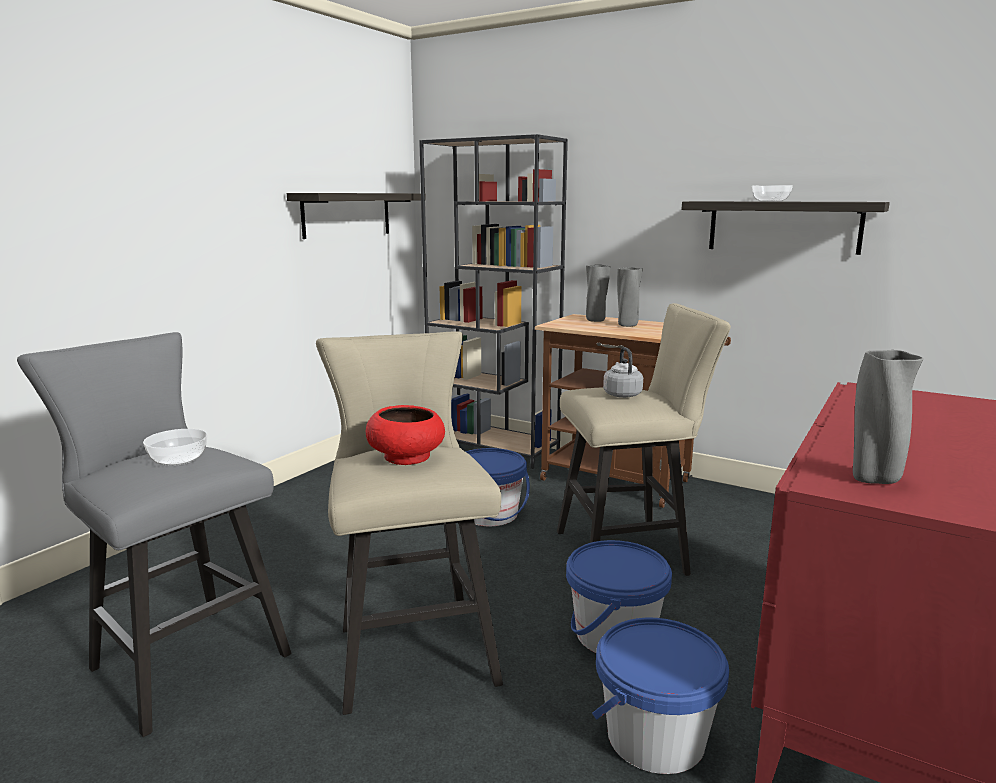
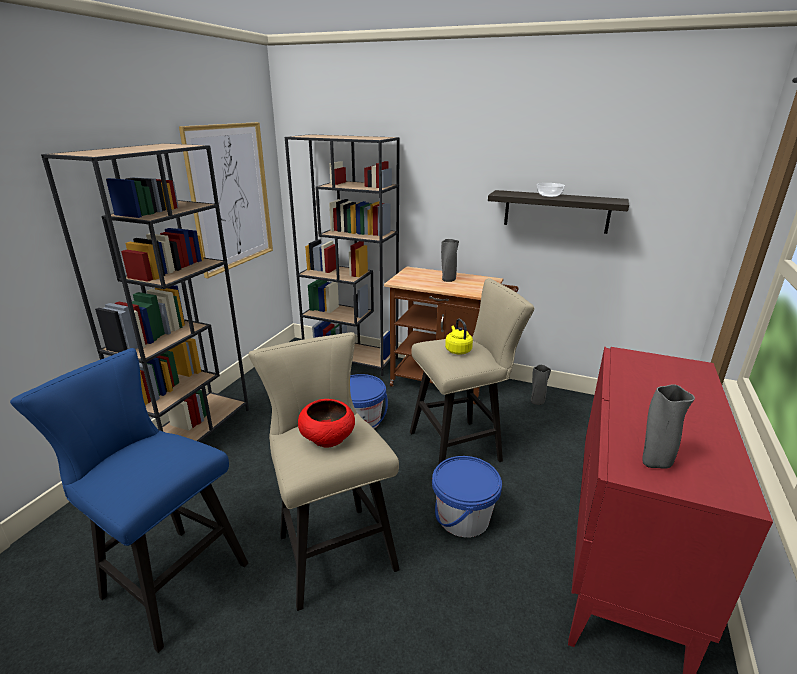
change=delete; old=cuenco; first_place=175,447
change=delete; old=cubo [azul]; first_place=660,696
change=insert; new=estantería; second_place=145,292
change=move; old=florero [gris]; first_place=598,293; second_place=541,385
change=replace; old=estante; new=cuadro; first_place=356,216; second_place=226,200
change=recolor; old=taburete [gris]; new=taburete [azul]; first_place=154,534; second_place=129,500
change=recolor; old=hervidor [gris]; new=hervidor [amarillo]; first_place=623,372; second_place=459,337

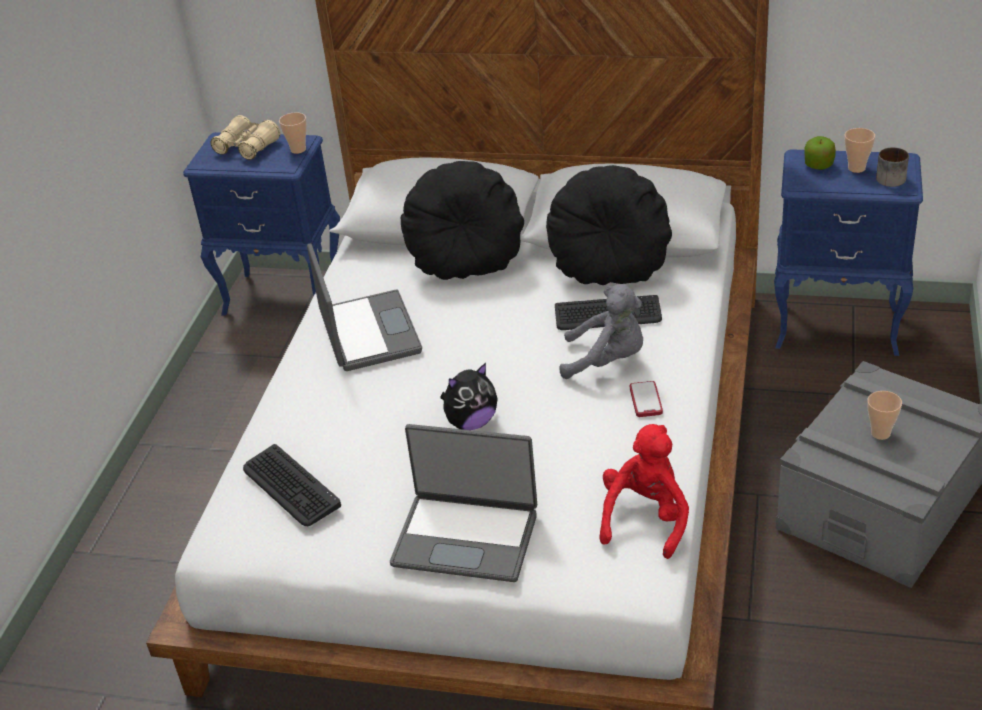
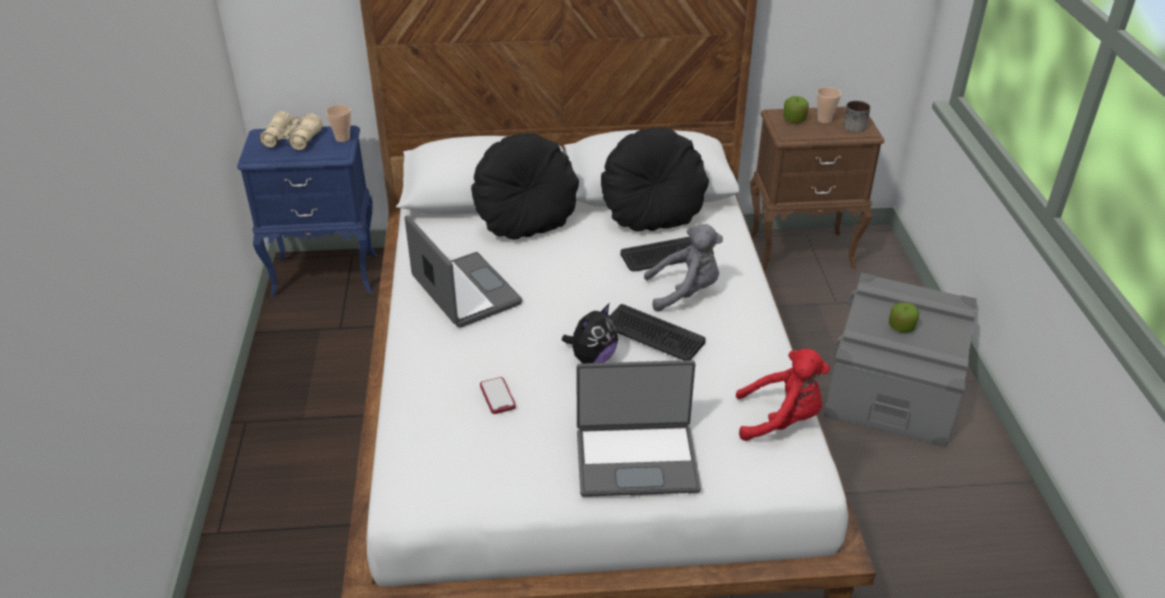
change=move; old=teclado; first_place=292,485; second_place=658,332
change=move; old=móvil; first_place=646,399; second_place=498,395
change=replace; old=taza; new=manzana; first_place=884,415; second_place=904,317
change=recolor; old=mesita de noche [azul]; new=mesita de noche [marrón]; first_place=848,252; second_place=817,189
change=rotate; old=peluche [rojo]; first_place=644,491; second_place=783,395; degrees=90

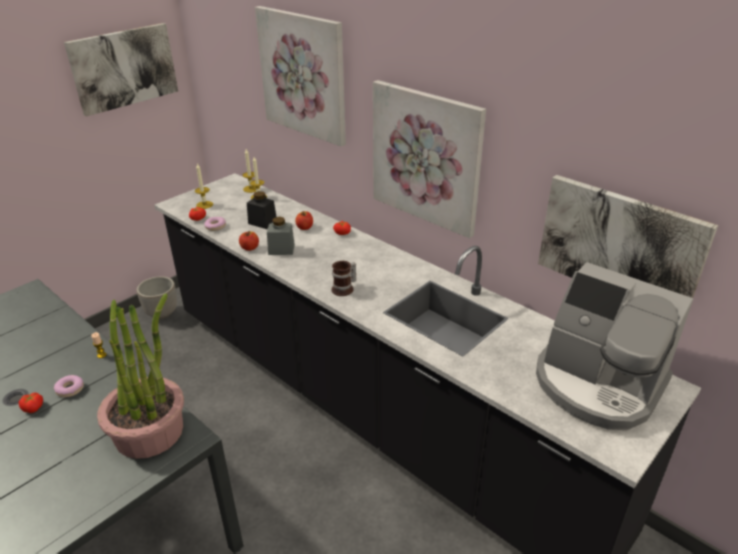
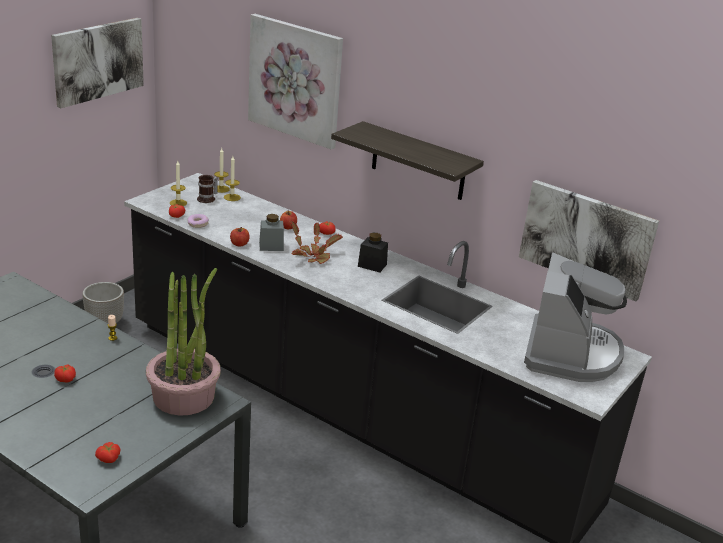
change=delete; old=rosquilla; first_place=69,386
change=insert; new=tomate; second_place=108,452
change=insert; new=planta en maceta; second_place=316,242
change=move; old=tarro [negro]; first_place=261,210; second_place=373,252
change=move; old=taza grande; first_place=344,278; second_place=207,189
change=replace; old=cuadro; new=estante; first_place=429,159; second_place=407,160
change=rotate; old=cafetera; first_place=614,346; second_place=575,317; degrees=-105

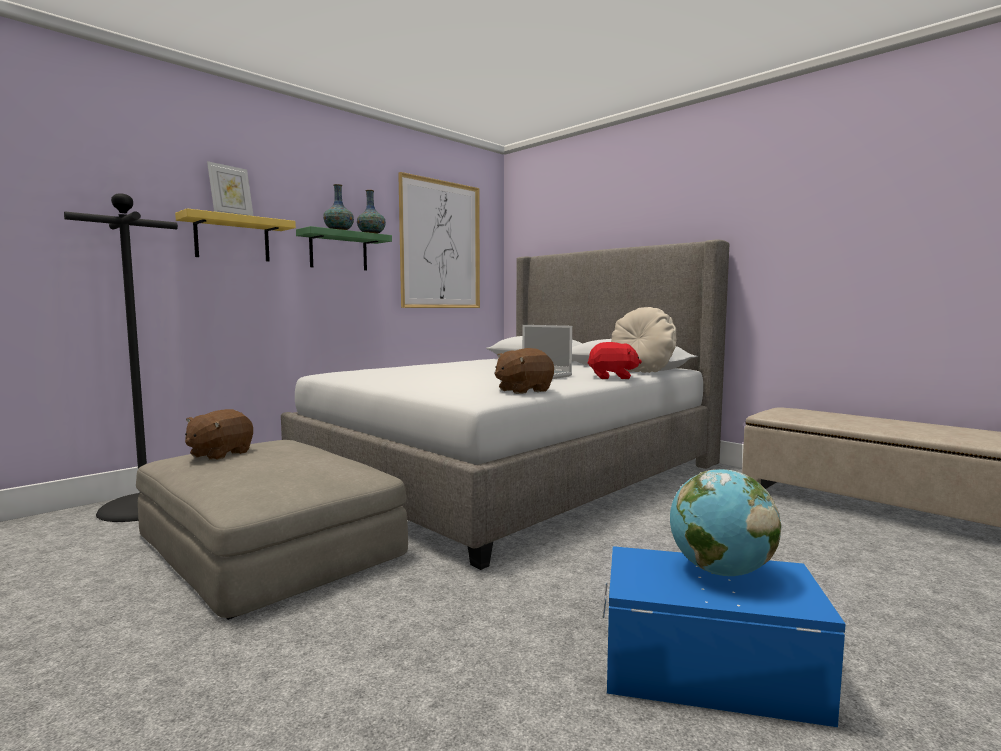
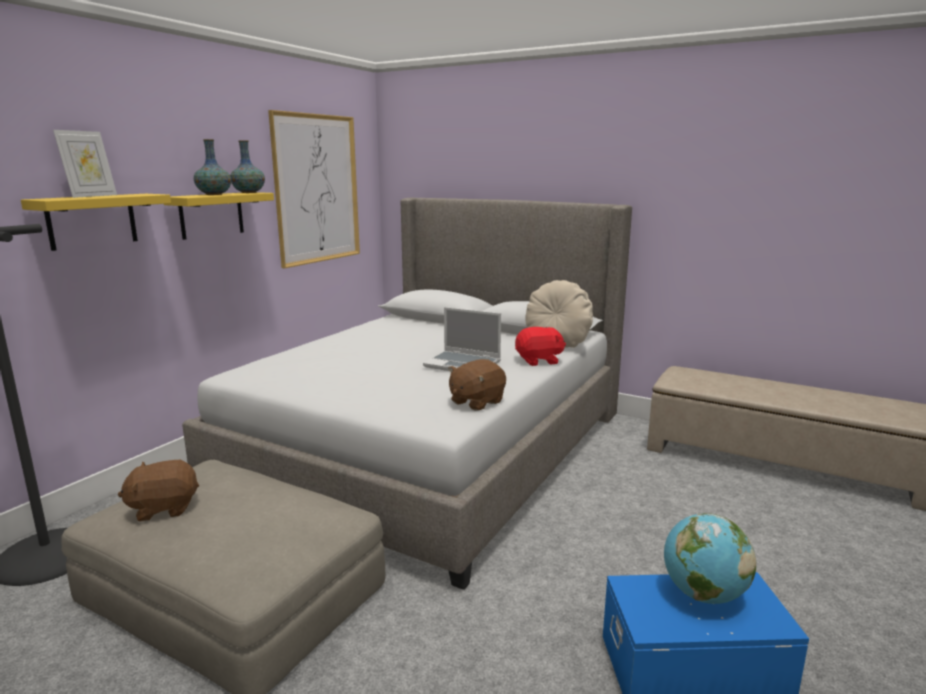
change=recolor; old=estante [verde]; new=estante [amarillo]; first_place=344,248; second_place=219,216
change=rotate; old=peluche [marrón]; first_place=219,435; second_place=158,491; degrees=60

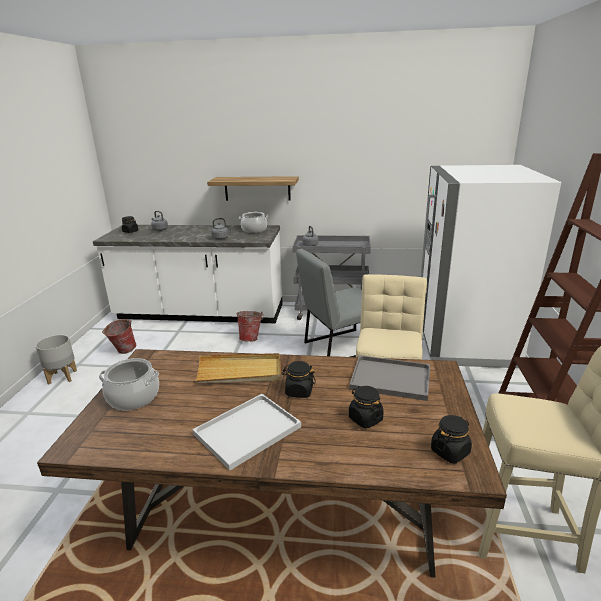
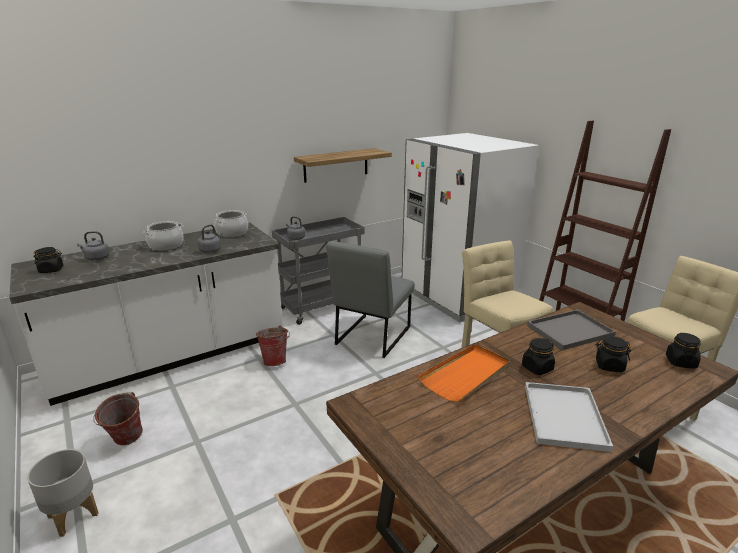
change=move; old=olla; first_place=129,384; second_place=163,236
change=move; old=estante; first_place=253,188; second_place=343,165
change=recolor; old=bandeja [beis]; new=bandeja [naranja]; first_place=237,368; second_place=464,373

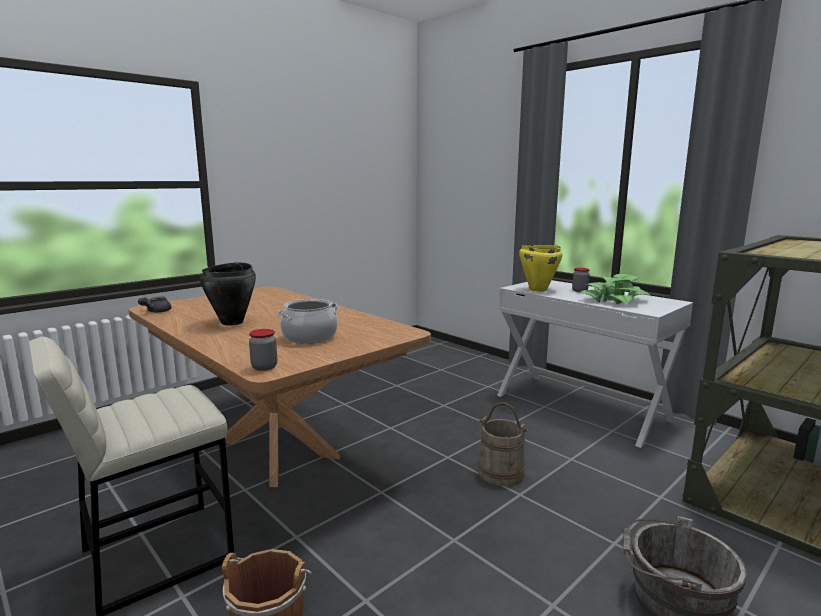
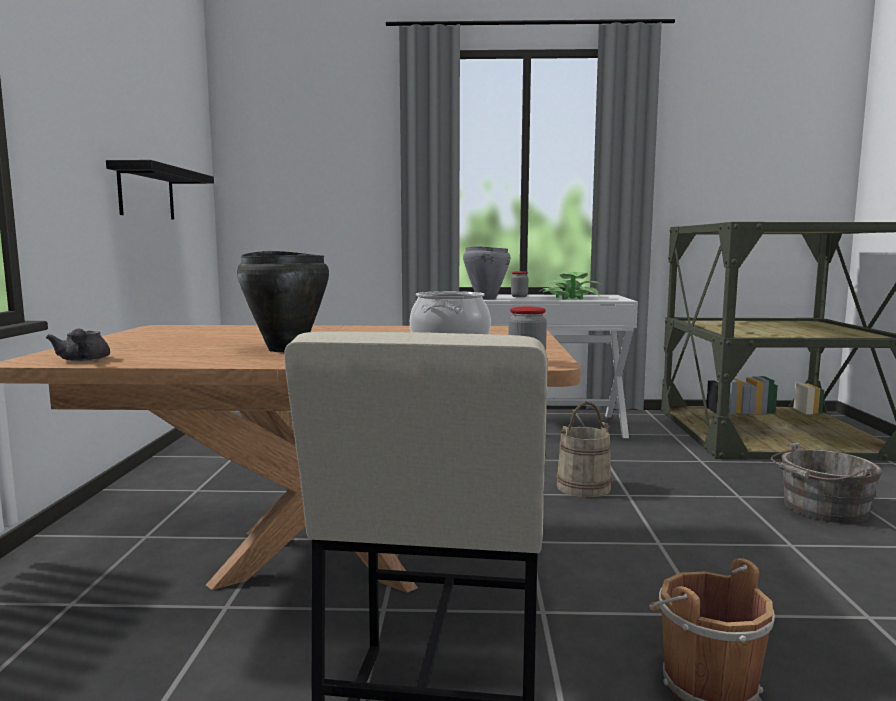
change=insert; new=estante [negro]; second_place=160,190
change=recolor; old=olla [amarillo]; new=olla [gris]; first_place=540,268; second_place=486,273

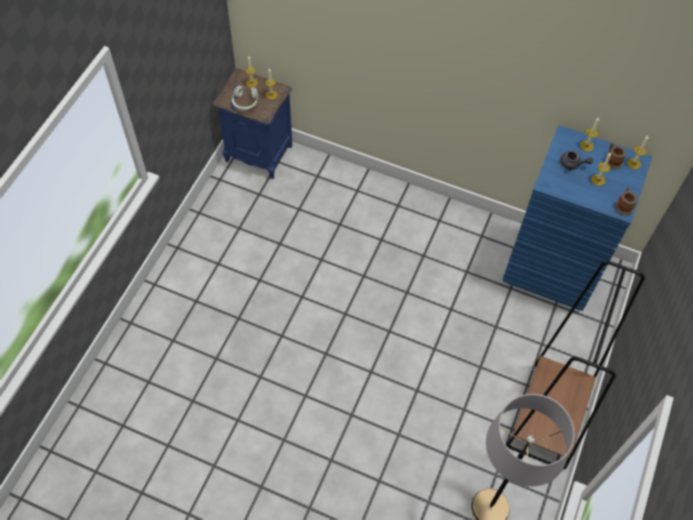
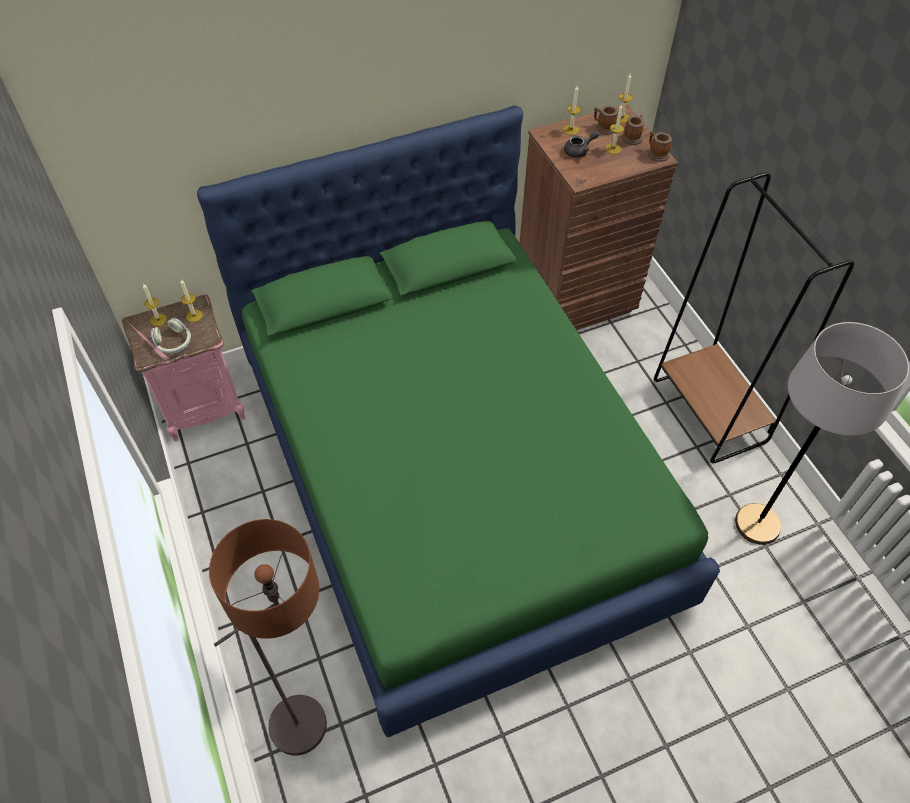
change=insert; new=cama [verde]; second_place=458,421
change=insert; new=lámpara de pie [marrón]; second_place=268,637
change=insert; new=taza grande; second_place=633,130
change=recolor; old=mesita de noche [azul]; new=mesita de noche [rosa]; first_place=253,123; second_place=184,368
change=recolor; old=cómoda [azul]; new=cómoda [marrón]; first_place=577,218; second_place=599,217

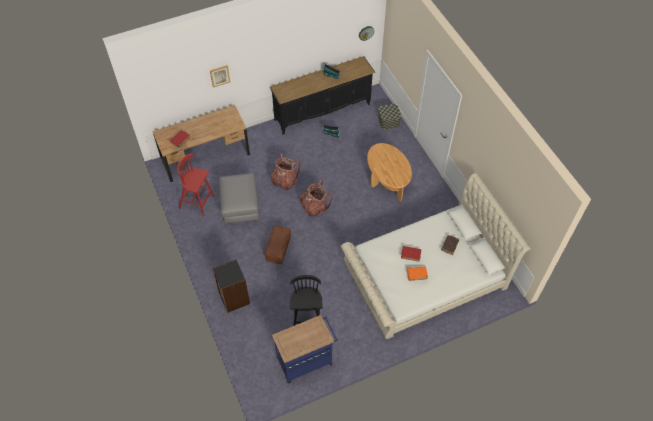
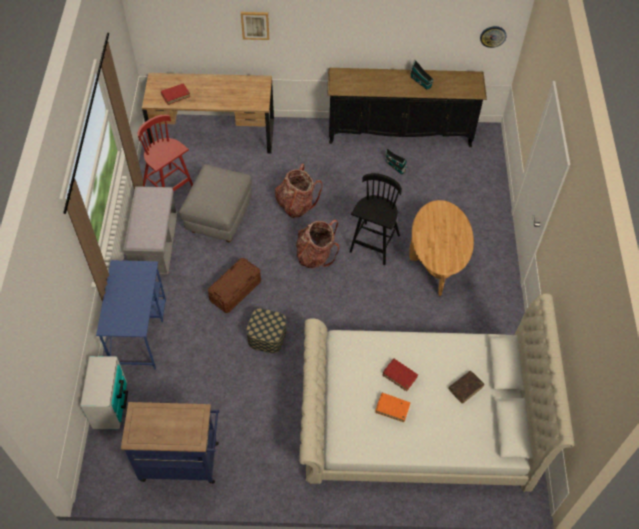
change=insert; new=mesita de noche [blanco]; second_place=104,392
change=insert; new=banco [gris]; second_place=150,230
change=move; old=taburete [negro]; first_place=306,300; second_place=376,219
change=move; old=caja de almacenaje; first_place=389,116; second_place=266,330
change=replace; old=estantería [negro]; new=escritorio [azul]; first_place=231,286; second_place=131,315

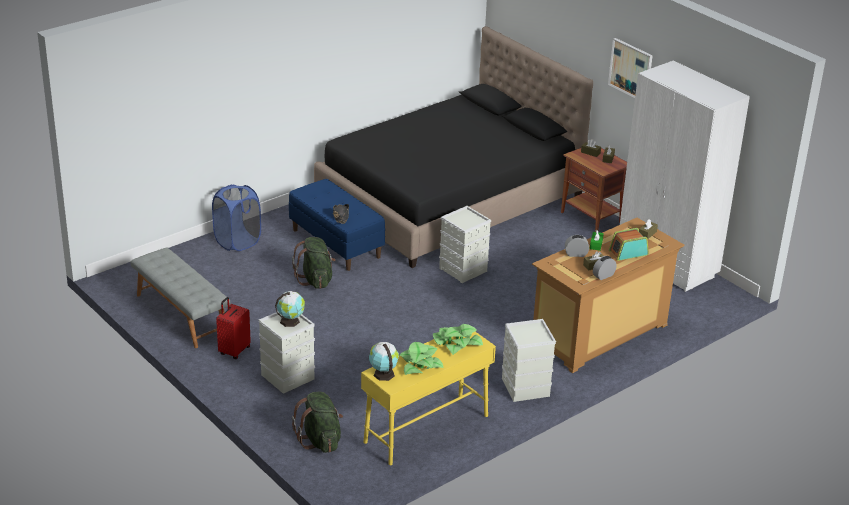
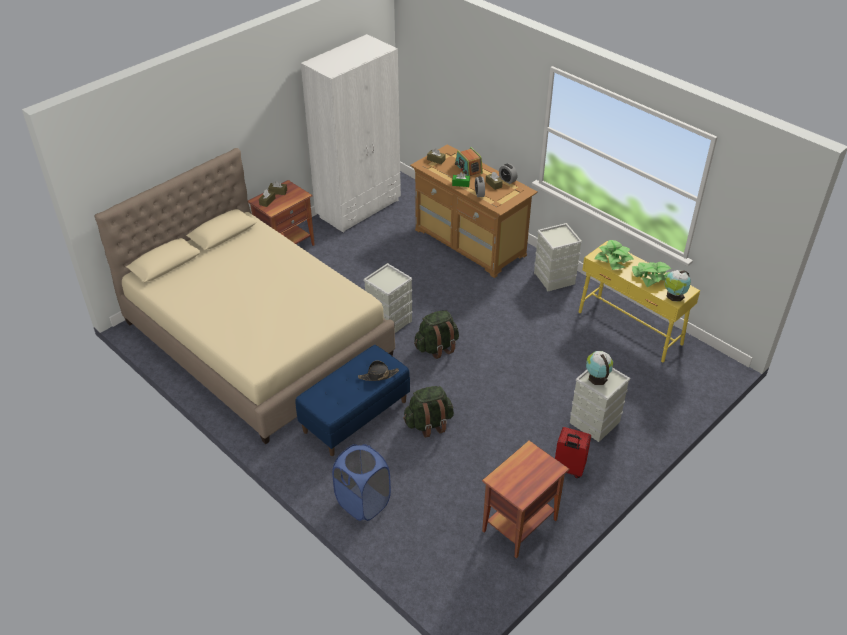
change=delete; old=cuadro; first_place=630,68
change=move; old=mochila [verde]; first_place=317,422; second_place=436,335
change=replace; old=banco [gris]; new=mesita de noche; first_place=180,298; second_place=526,500
change=recolor; old=cama [negro]; new=cama [beis]; first_place=453,147; second_place=245,296

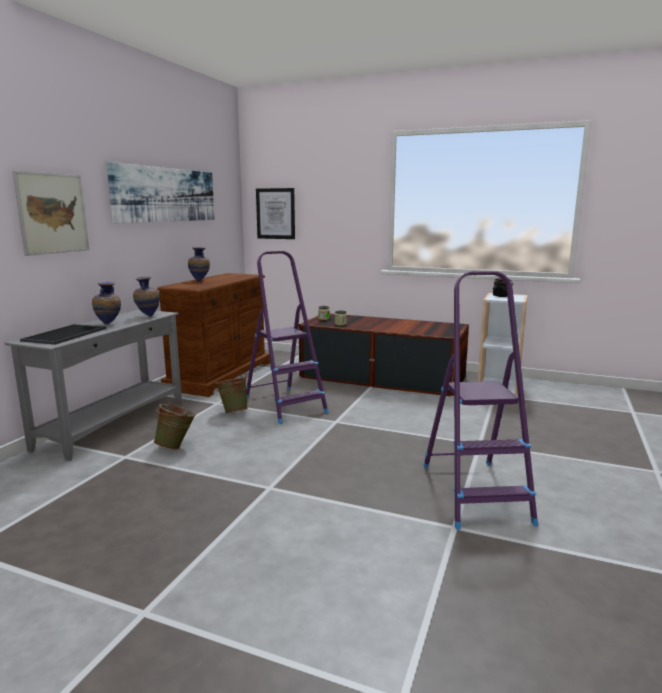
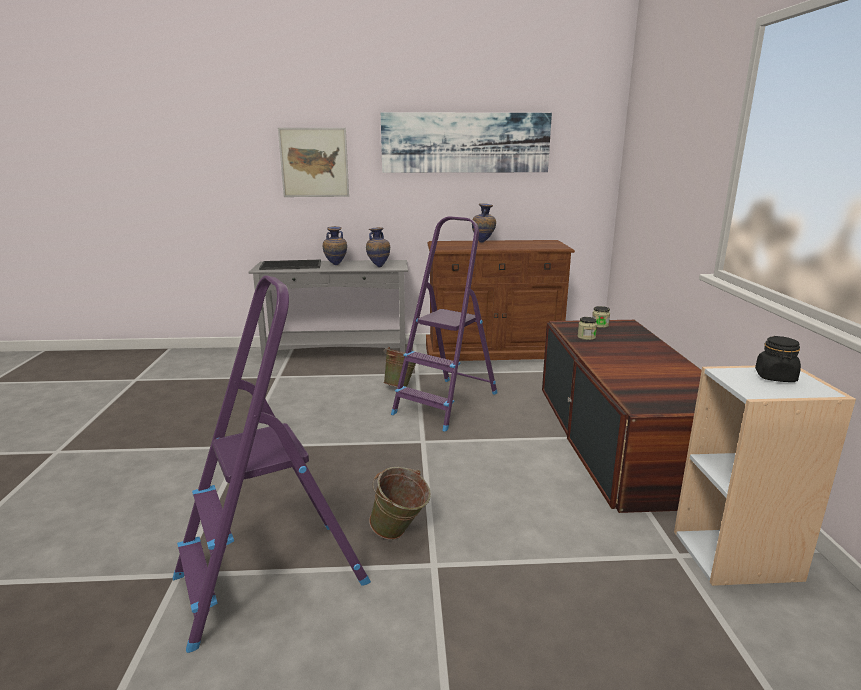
change=delete; old=cuadro; first_place=275,213
change=move; old=cubo [verde]; first_place=175,425; second_place=400,503

